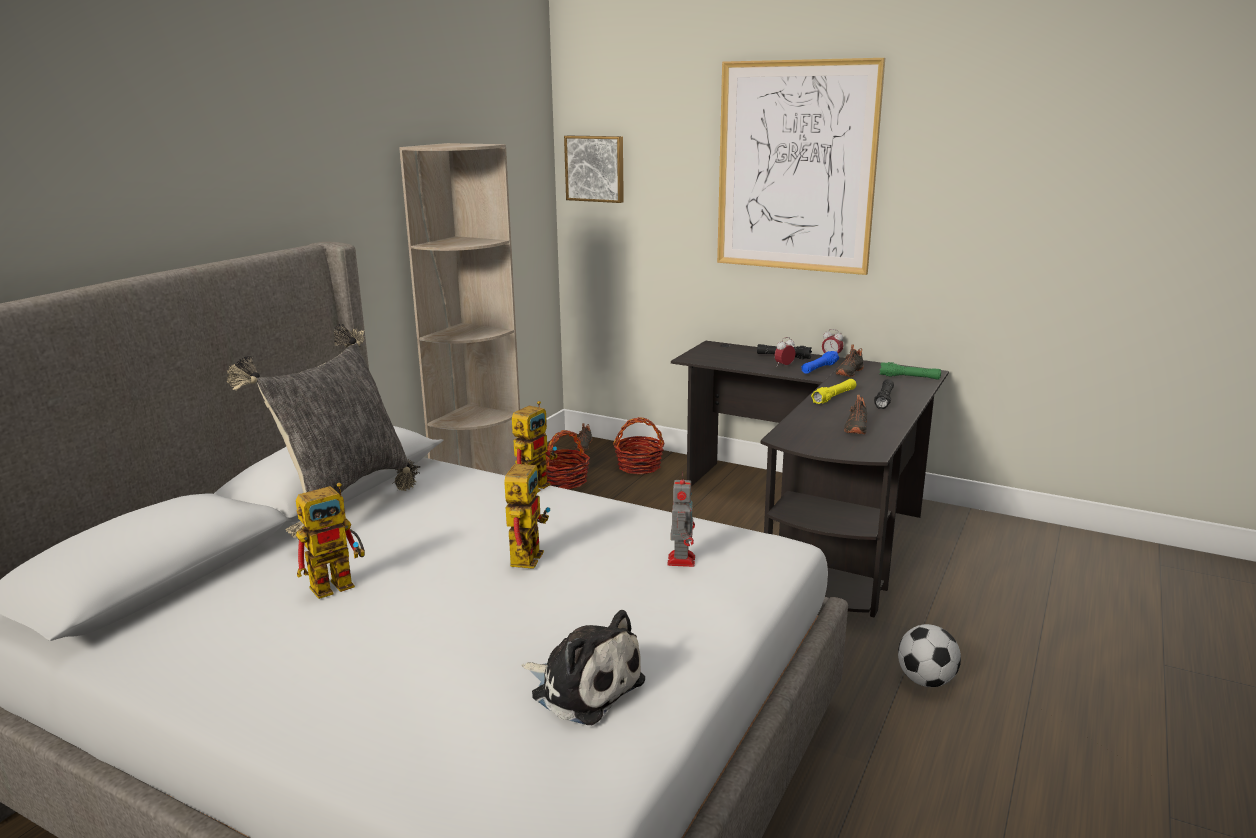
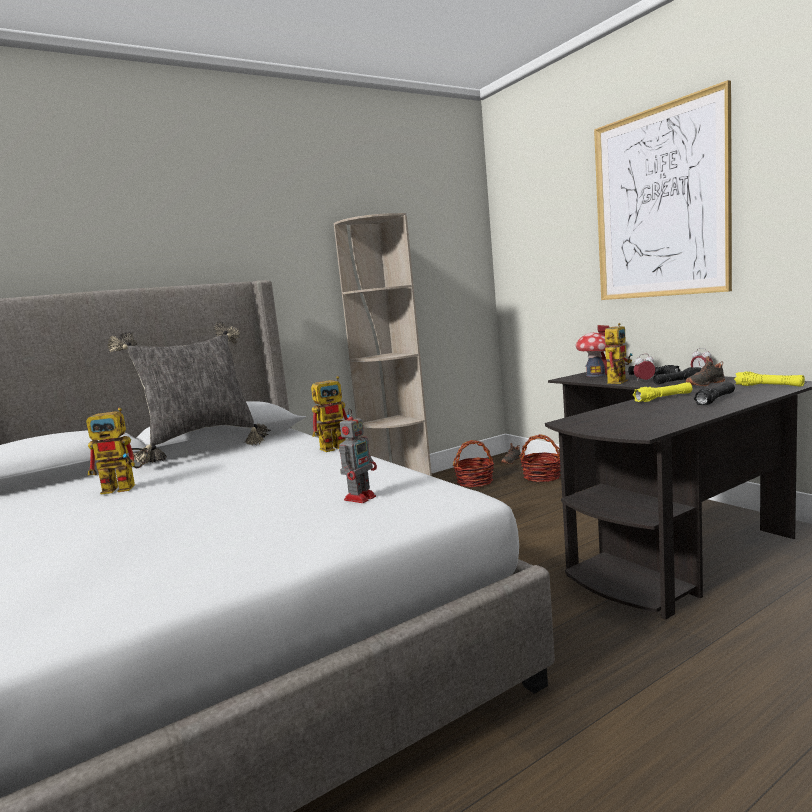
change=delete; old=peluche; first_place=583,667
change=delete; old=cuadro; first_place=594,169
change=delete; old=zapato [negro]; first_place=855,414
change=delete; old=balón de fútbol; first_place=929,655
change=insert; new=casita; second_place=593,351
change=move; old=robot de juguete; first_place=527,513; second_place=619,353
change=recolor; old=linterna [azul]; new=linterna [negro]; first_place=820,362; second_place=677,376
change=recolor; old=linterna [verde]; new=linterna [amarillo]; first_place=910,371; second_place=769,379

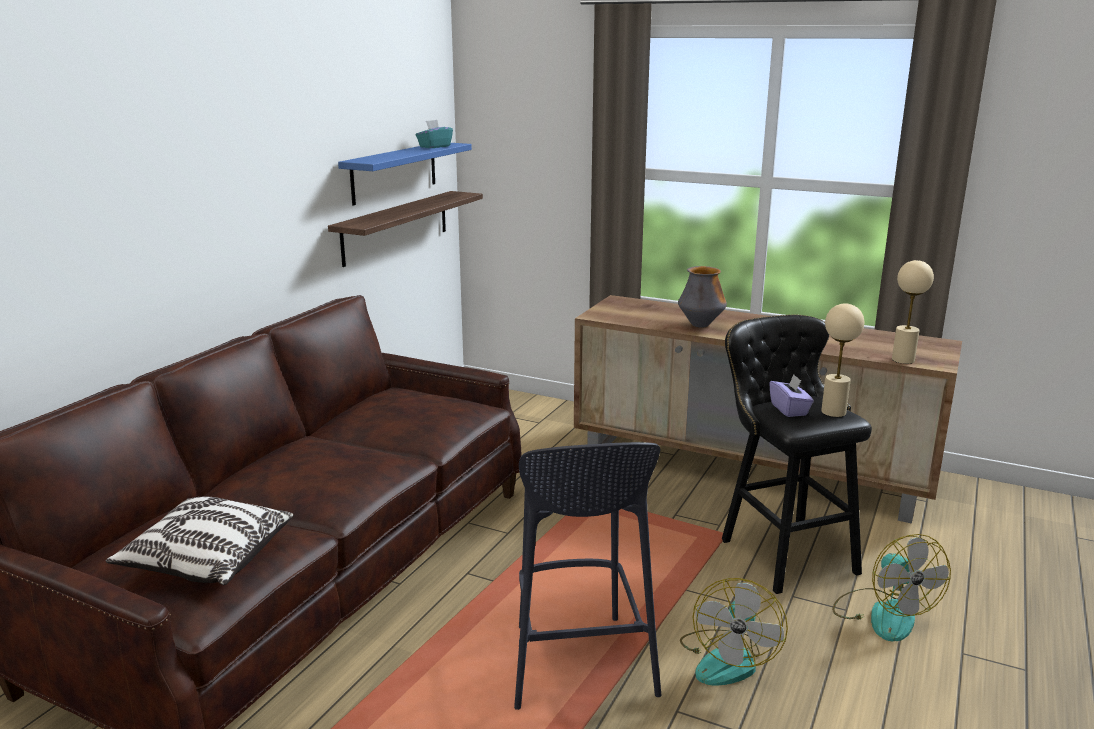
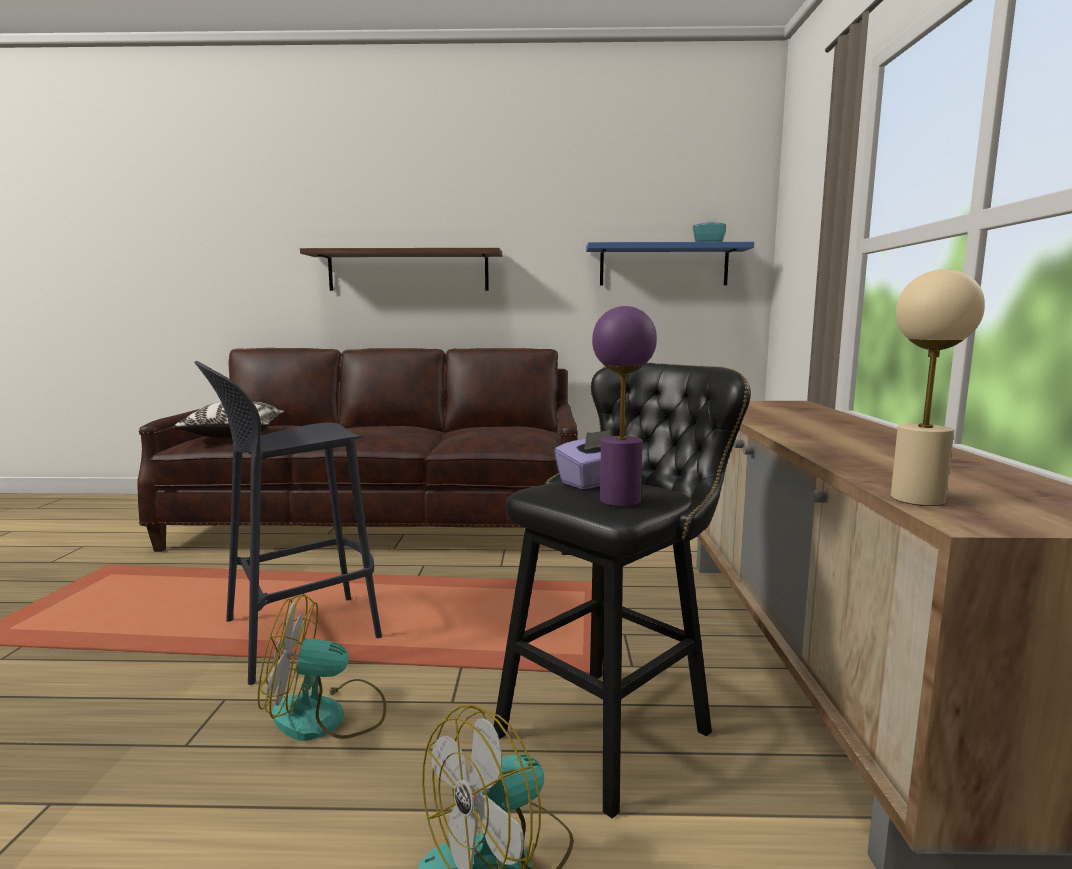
change=delete; old=florero; first_place=702,297
change=move; old=estante; first_place=405,229; second_place=401,269
change=recolor; old=lámpara de mesa [beis]; new=lámpara de mesa [morado]; first_place=842,360; second_place=624,406

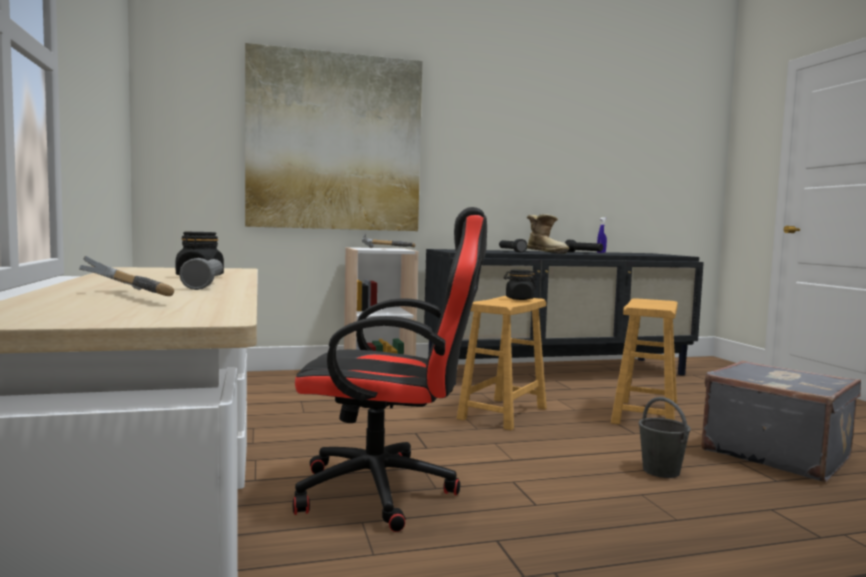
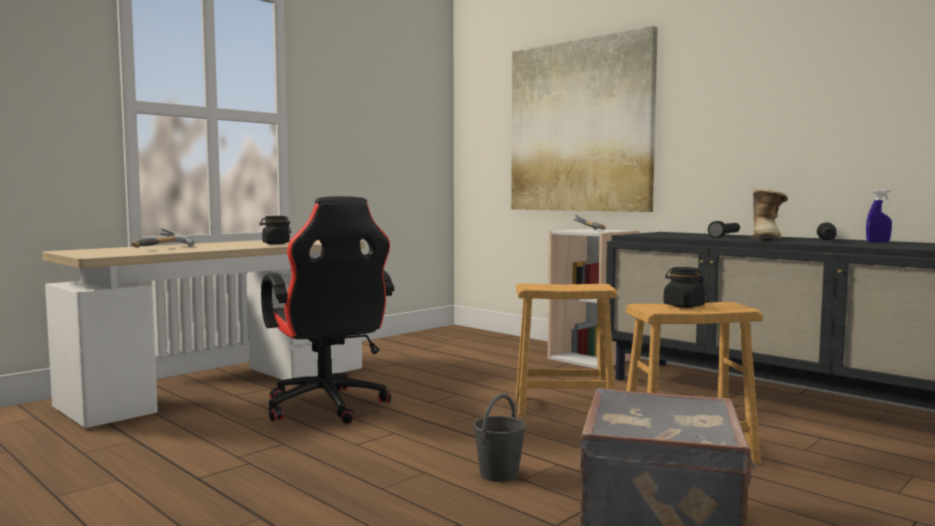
change=delete; old=linterna [gris]; first_place=201,274
change=move; old=tarro [negro]; first_place=520,285; second_place=684,287

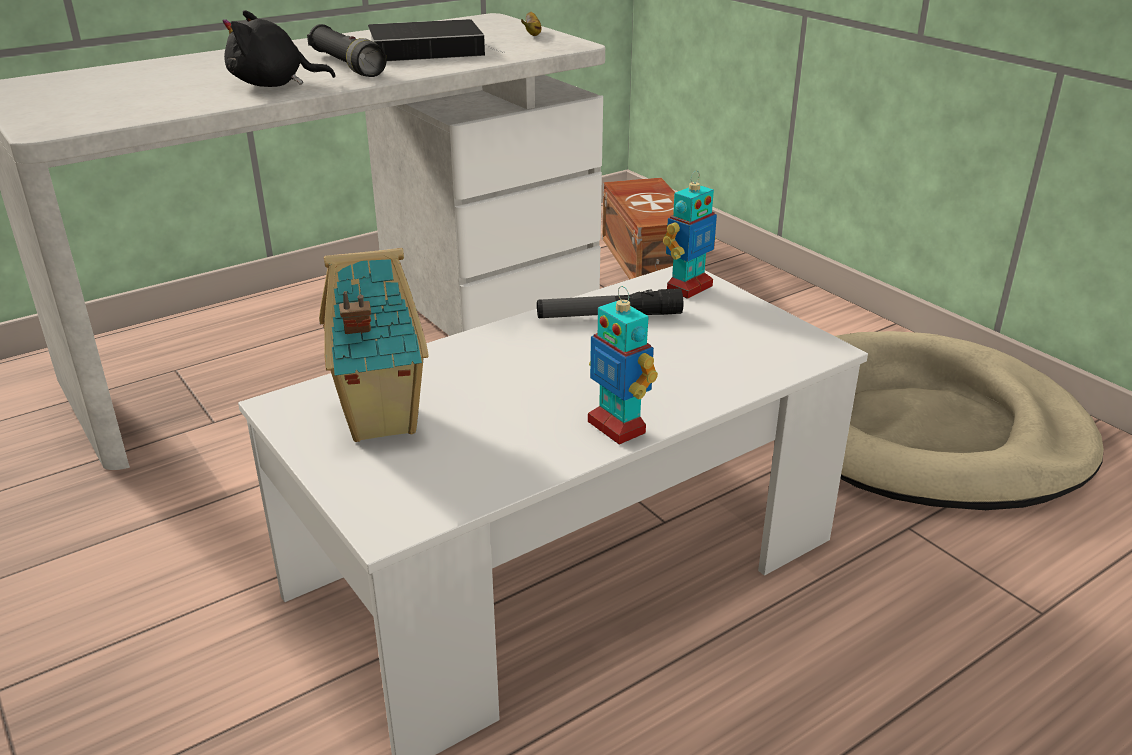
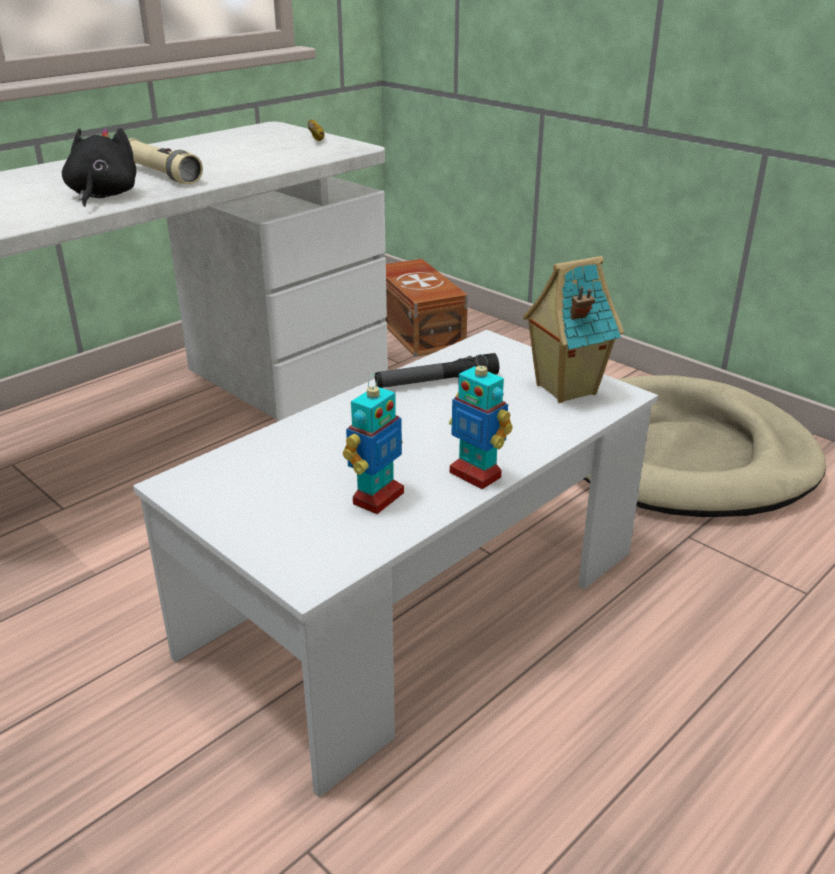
change=delete; old=libro; first_place=436,40
change=move; old=casita; first_place=374,345; second_place=573,329
change=move; old=robot de juguete; first_place=690,234; second_place=373,444
change=recolor; old=linterna [negro]; new=linterna [beis]; first_place=347,50; second_place=165,161
change=rotate; old=peluche [negro]; first_place=278,48; second_place=99,167; degrees=105

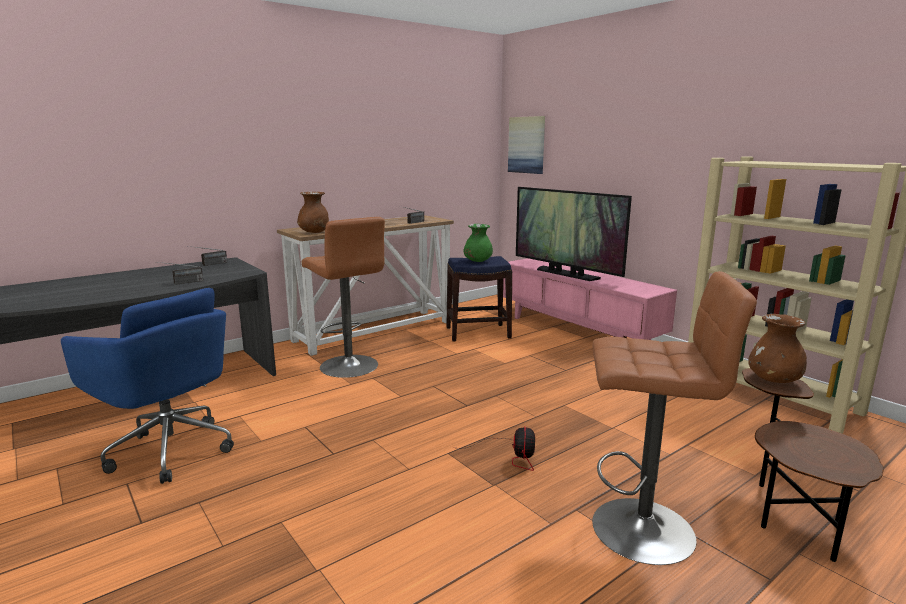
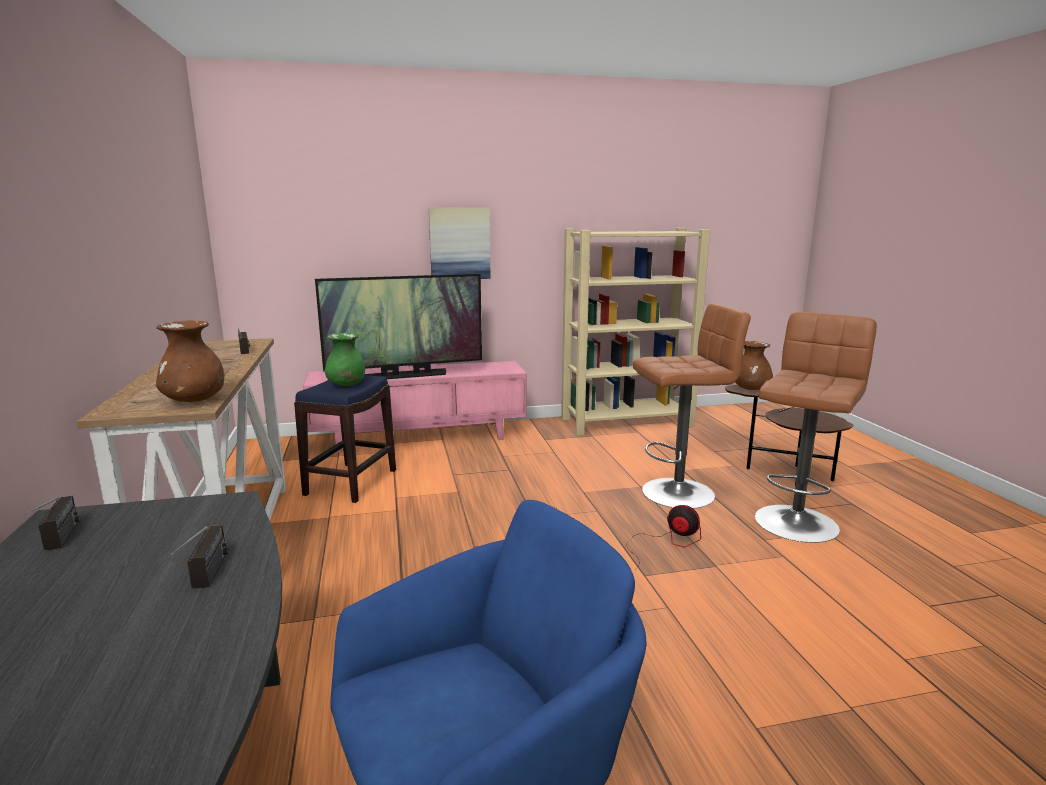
change=move; old=taburete [marrón]; first_place=343,297; second_place=692,406
change=move; old=cuadro; first_place=526,145; second_place=460,243

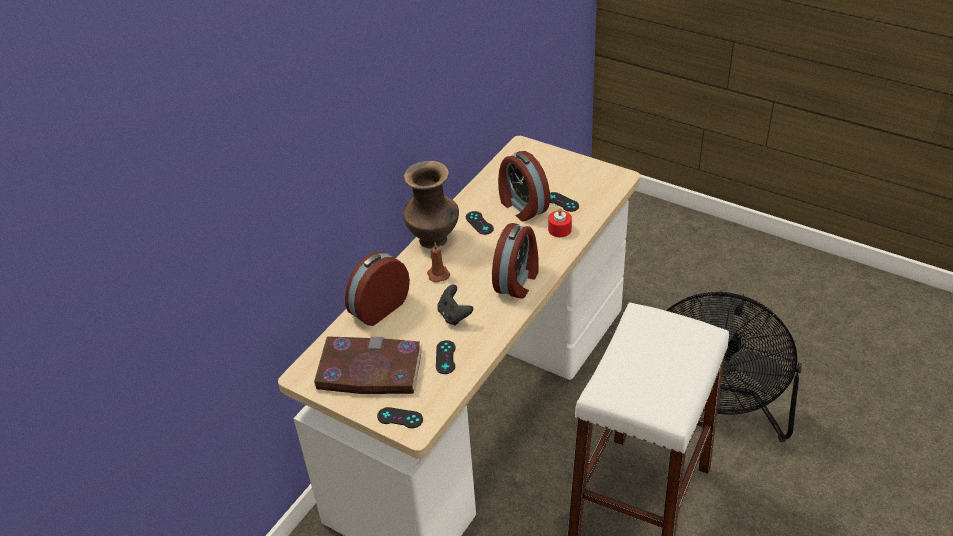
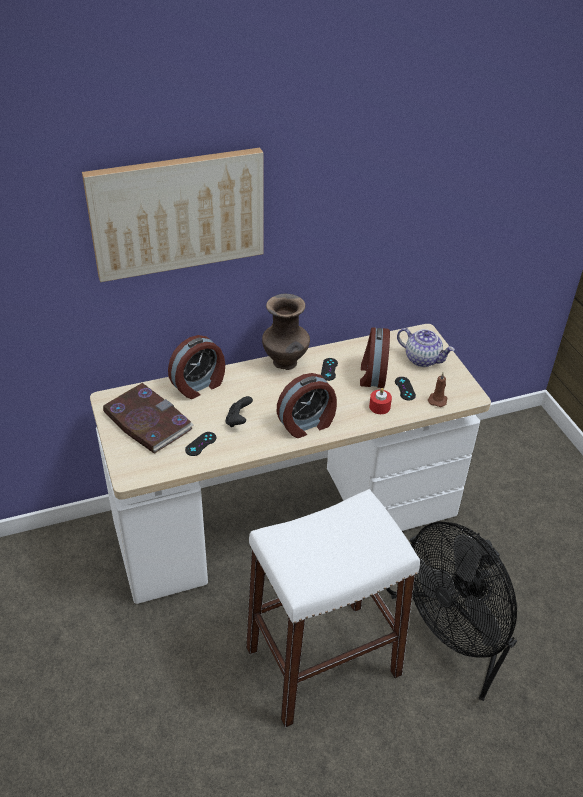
change=delete; old=mando de consola [negro]; first_place=400,417
change=insert; new=cuadro; second_place=172,215
change=insert; new=tetera; second_place=426,347
change=move; old=vela [marrón]; first_place=438,262; second_place=437,390
change=rotate; old=despertador; first_place=377,289; second_place=196,367; degrees=150

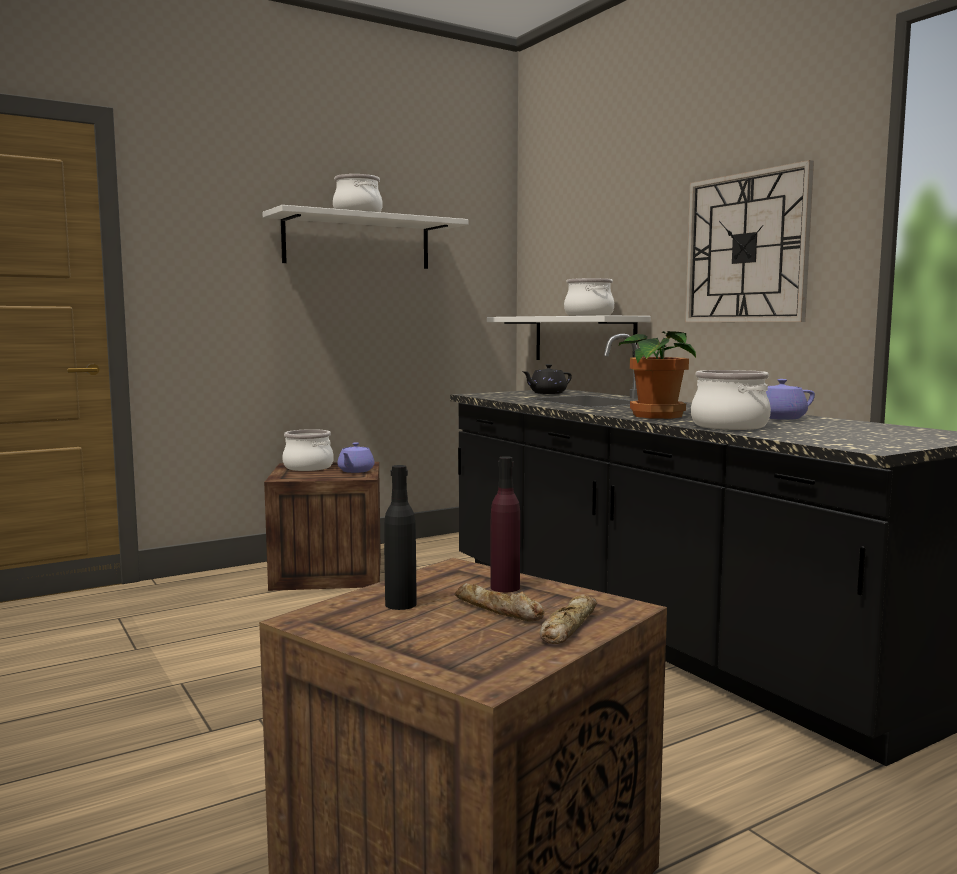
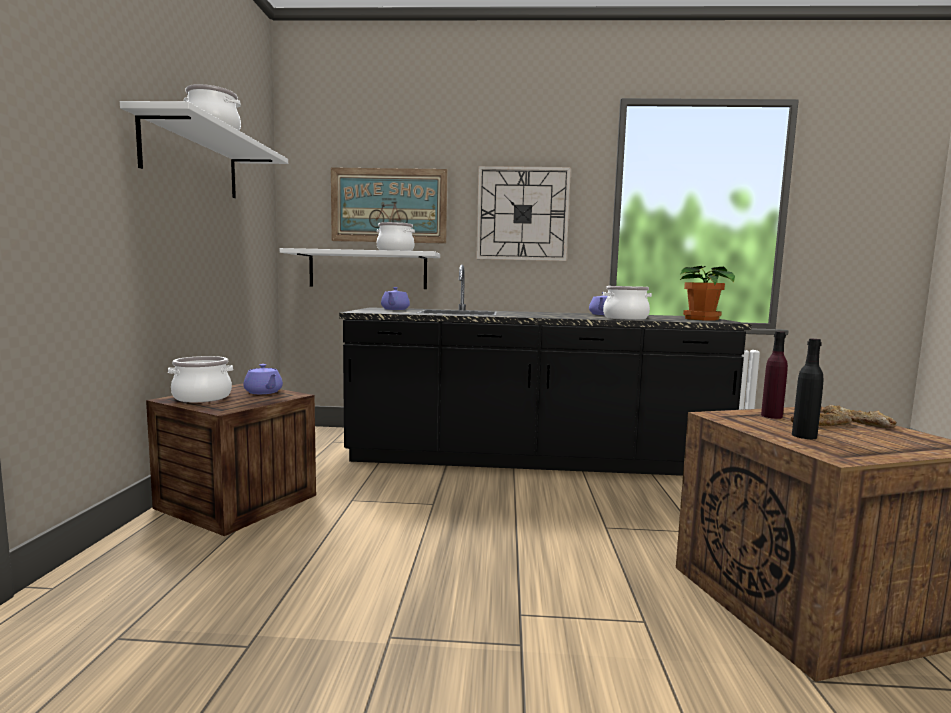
change=insert; new=cuadro; second_place=389,205
change=move; old=planta en maceta; first_place=657,375; second_place=707,293
change=recolor; old=tetera [negro]; new=tetera [morado]; first_place=547,379; second_place=395,298

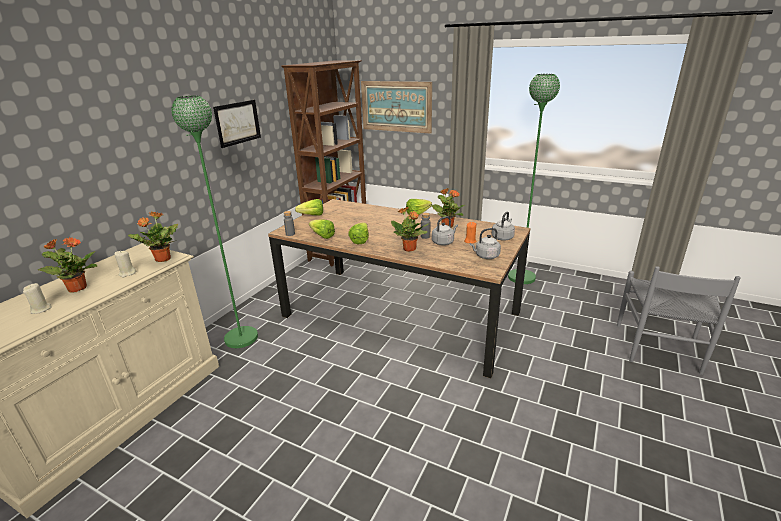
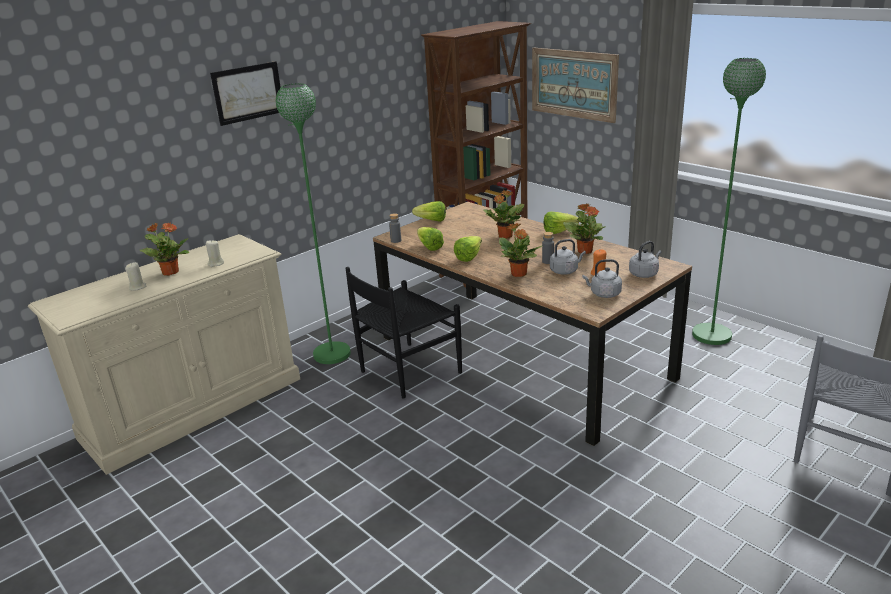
change=insert; new=silla [negro]; second_place=404,333
change=move; old=planta en maceta; first_place=153,237; second_place=503,214
change=move; old=cuadro; first_place=237,124; second_place=245,93

